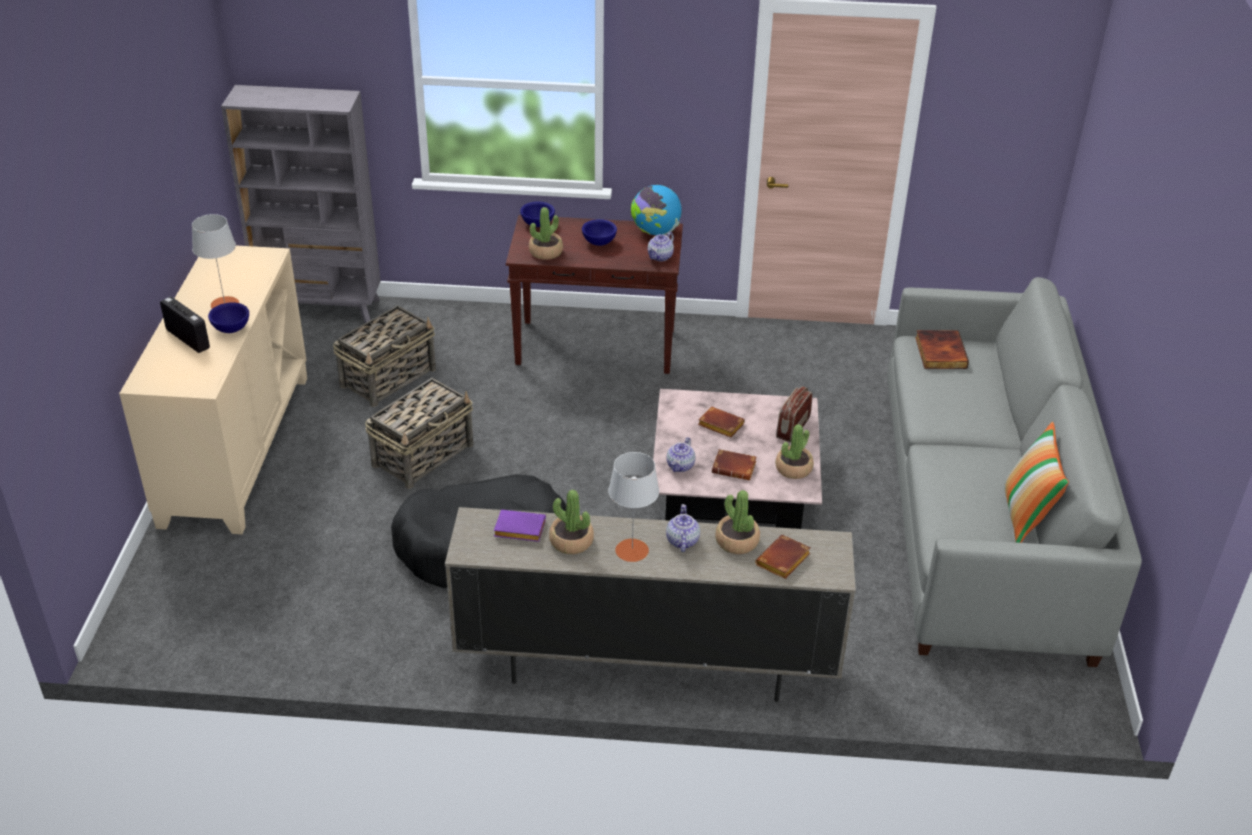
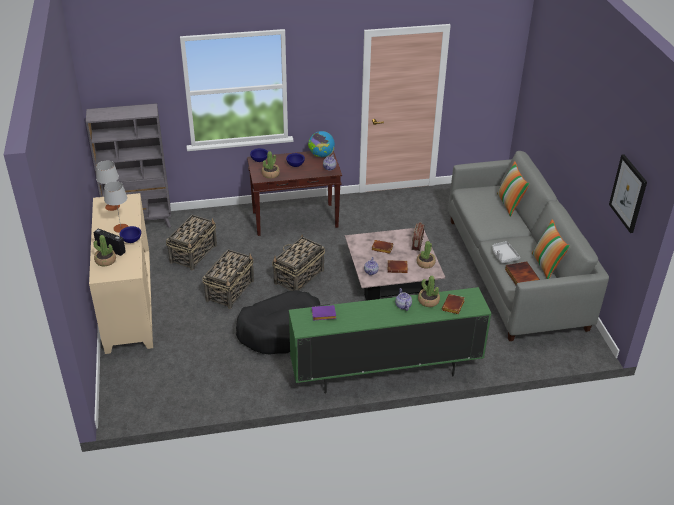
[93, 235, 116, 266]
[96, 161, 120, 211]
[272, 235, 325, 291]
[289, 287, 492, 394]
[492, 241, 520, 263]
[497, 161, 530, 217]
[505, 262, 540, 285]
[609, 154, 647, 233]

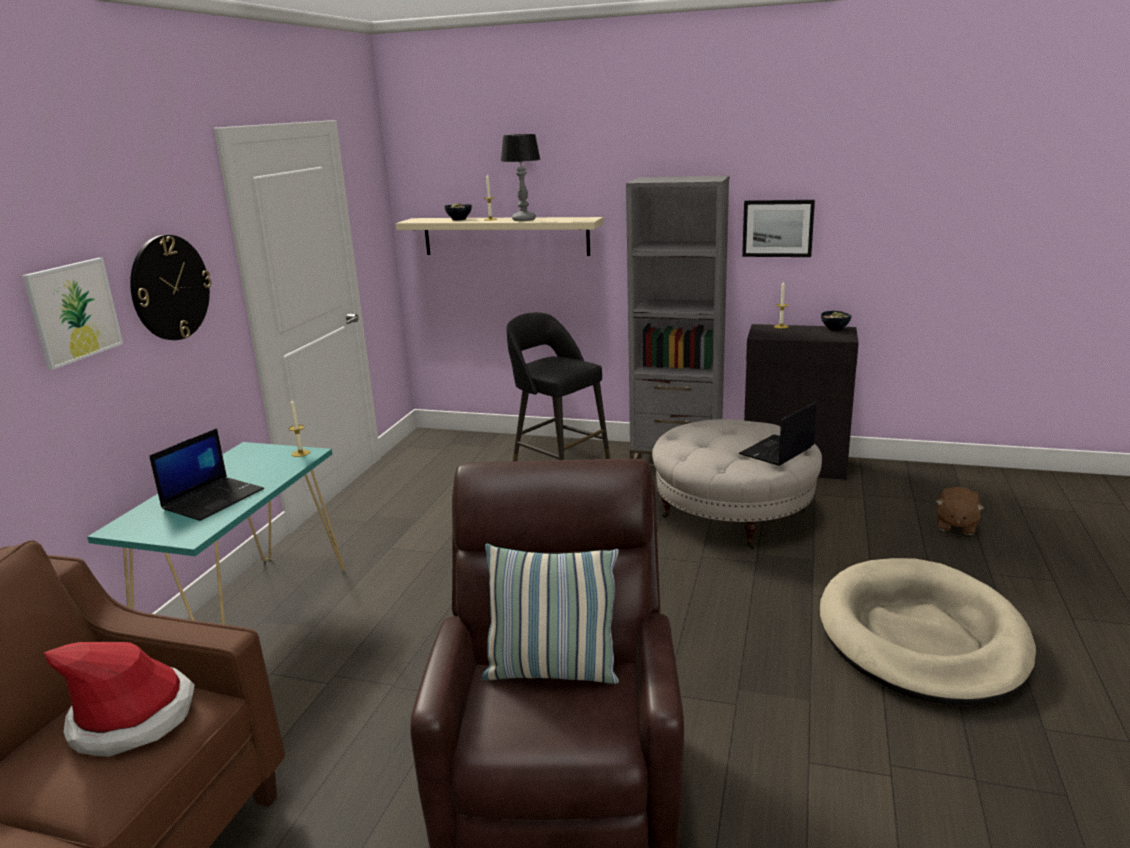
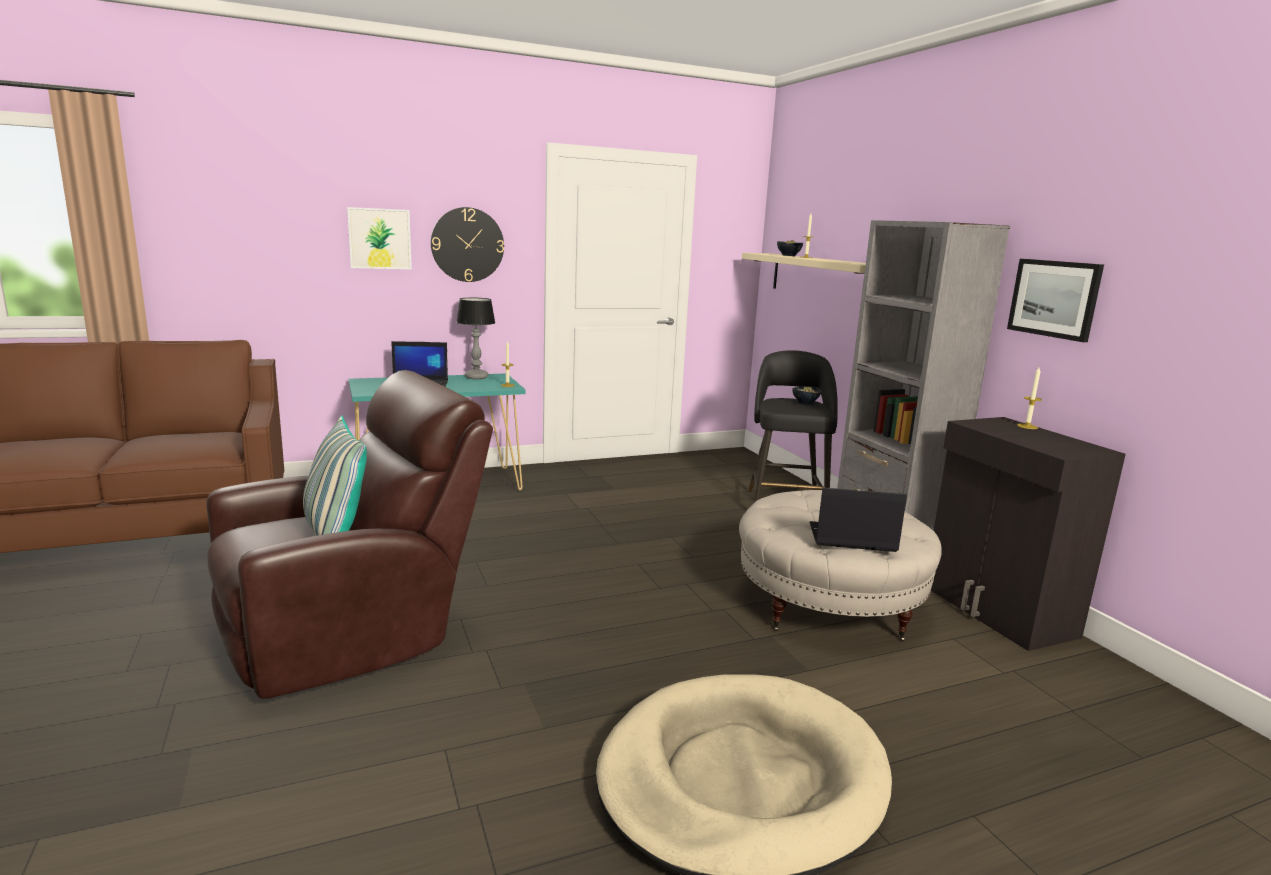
[456, 298, 495, 379]
[792, 386, 821, 405]
[44, 642, 195, 757] (first image)
[936, 487, 984, 535] (first image)

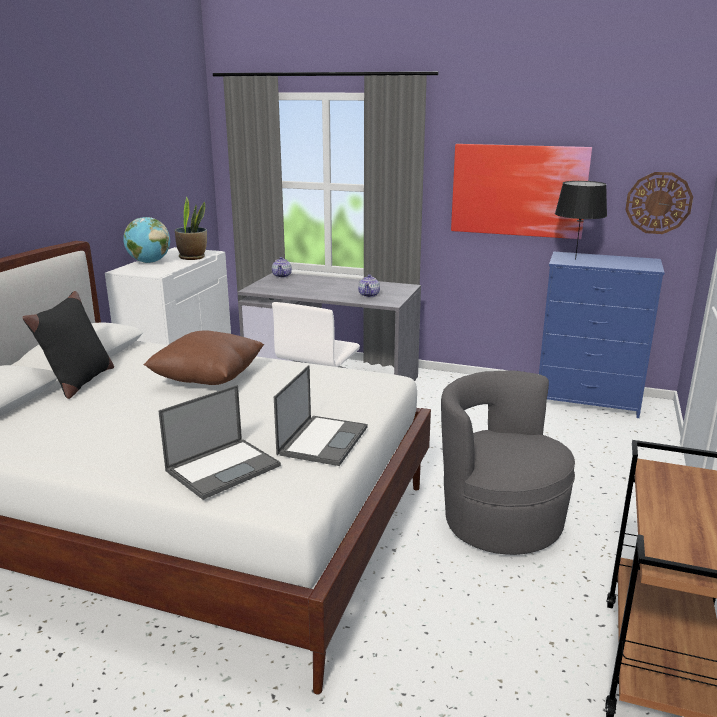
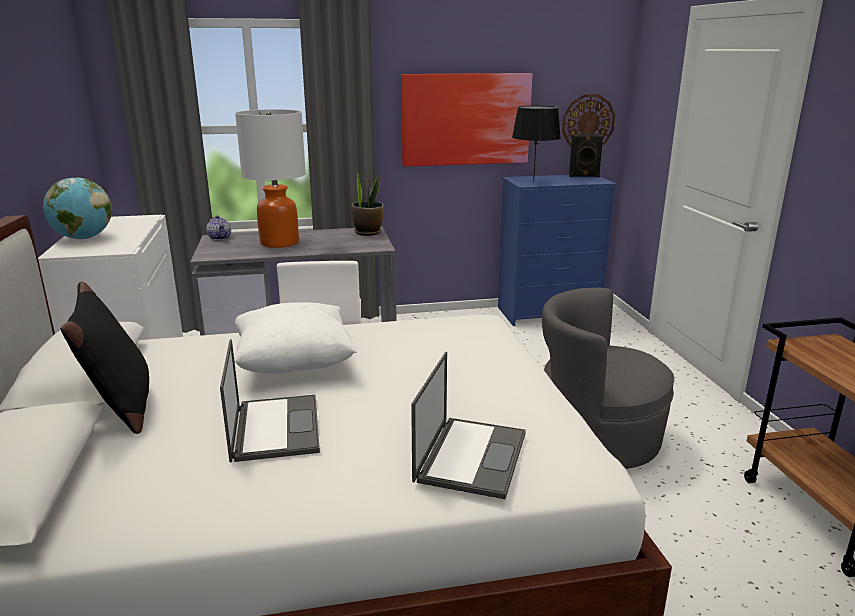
[220, 339, 320, 462]
[234, 302, 357, 373]
[235, 109, 306, 248]
[352, 173, 384, 236]
[569, 134, 604, 177]
[358, 274, 380, 297] (first image)

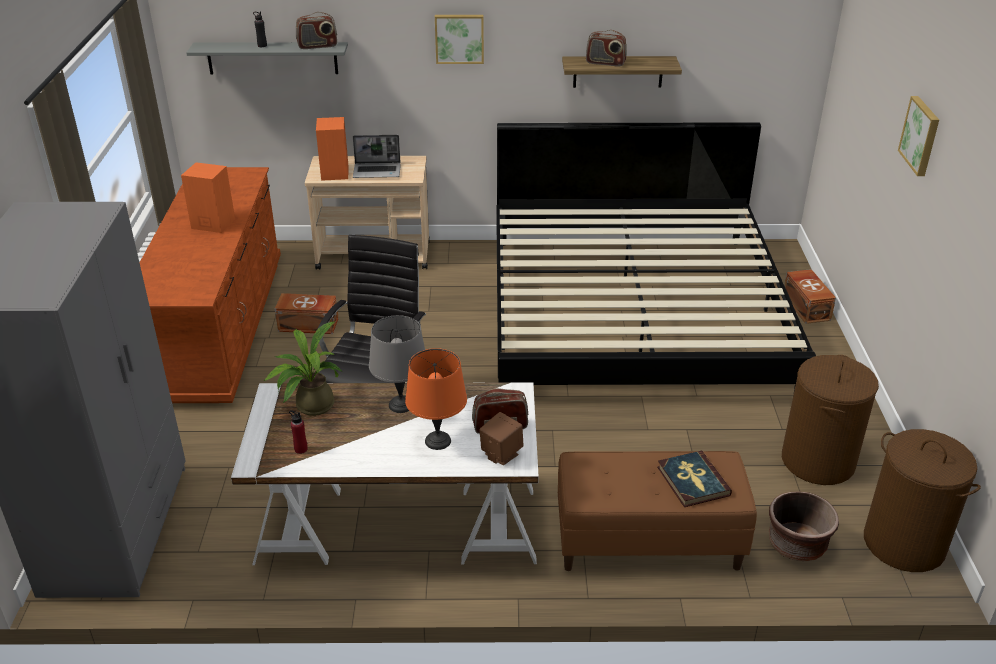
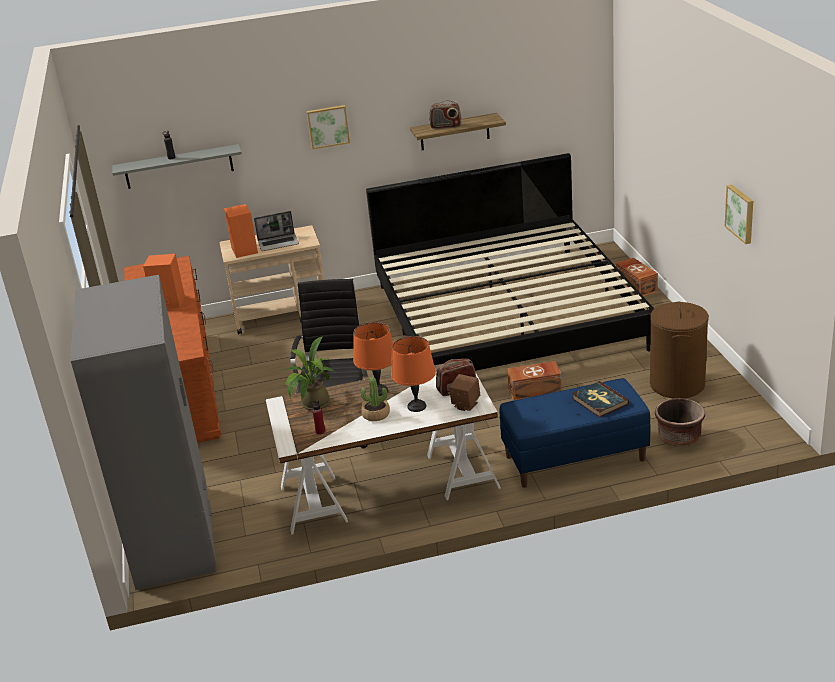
[353, 322, 393, 396]
[361, 377, 390, 421]
[500, 378, 650, 488]
[507, 361, 562, 401]
[725, 184, 753, 244]
[296, 12, 337, 49] (first image)
[864, 429, 981, 572] (first image)

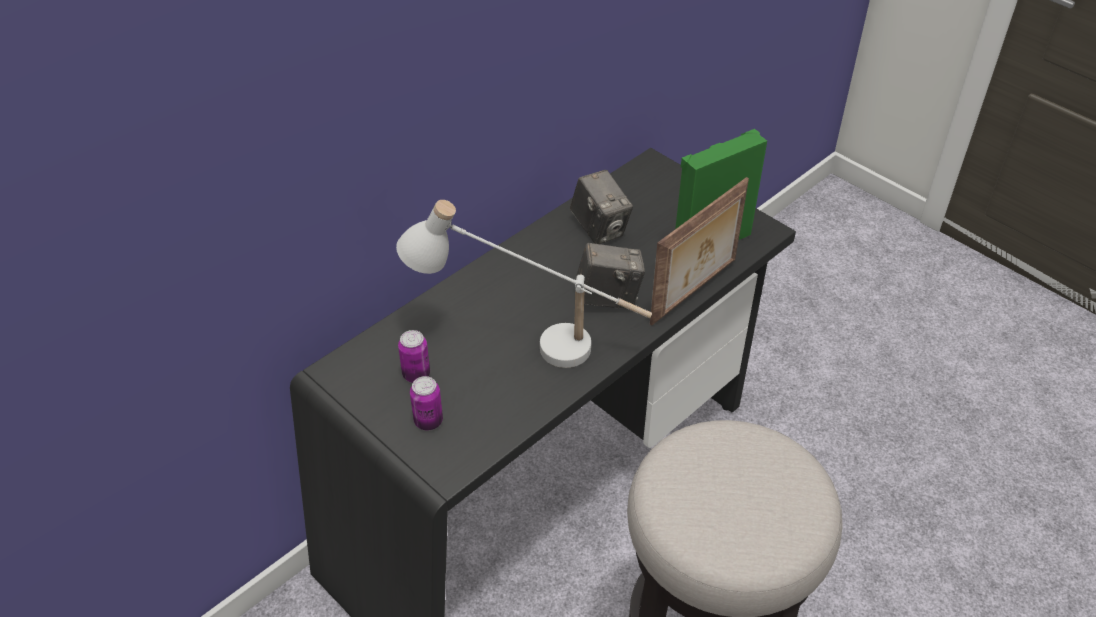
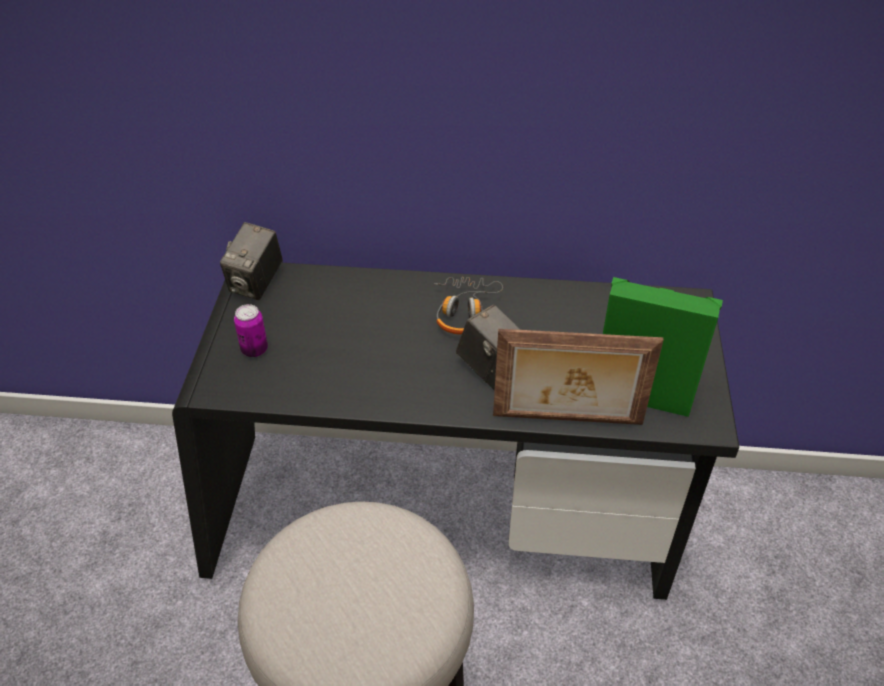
[220, 222, 283, 300]
[434, 277, 503, 335]
[396, 200, 652, 368] (first image)
[398, 330, 430, 383] (first image)

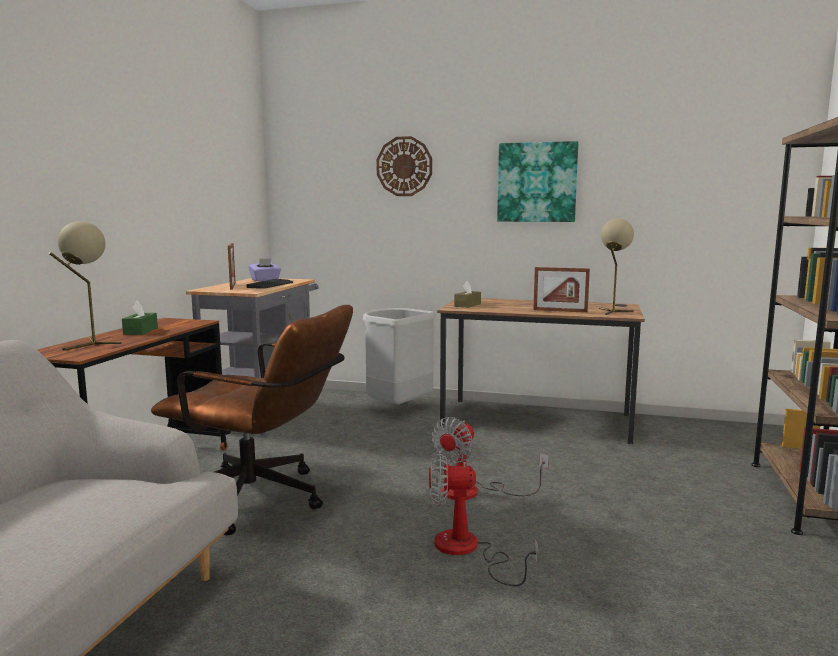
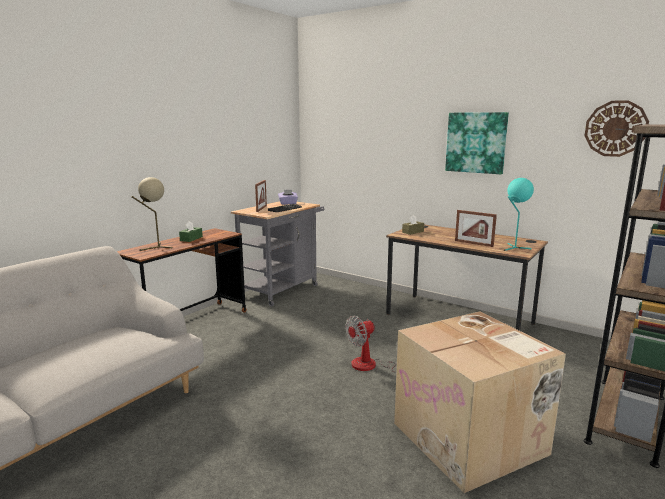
[394, 311, 566, 493]
[504, 178, 534, 251]
[585, 100, 649, 157]
[151, 305, 353, 535] (first image)
[363, 308, 436, 405] (first image)
[429, 450, 538, 586] (first image)

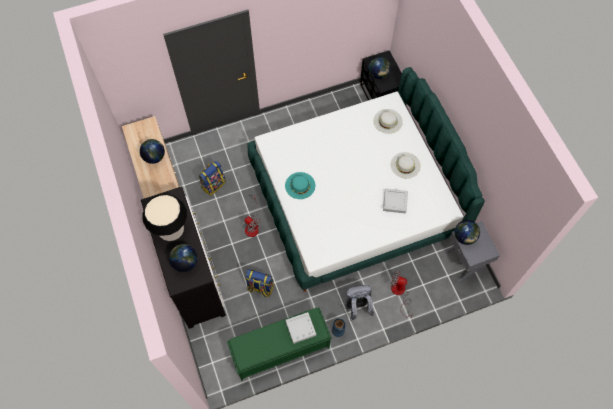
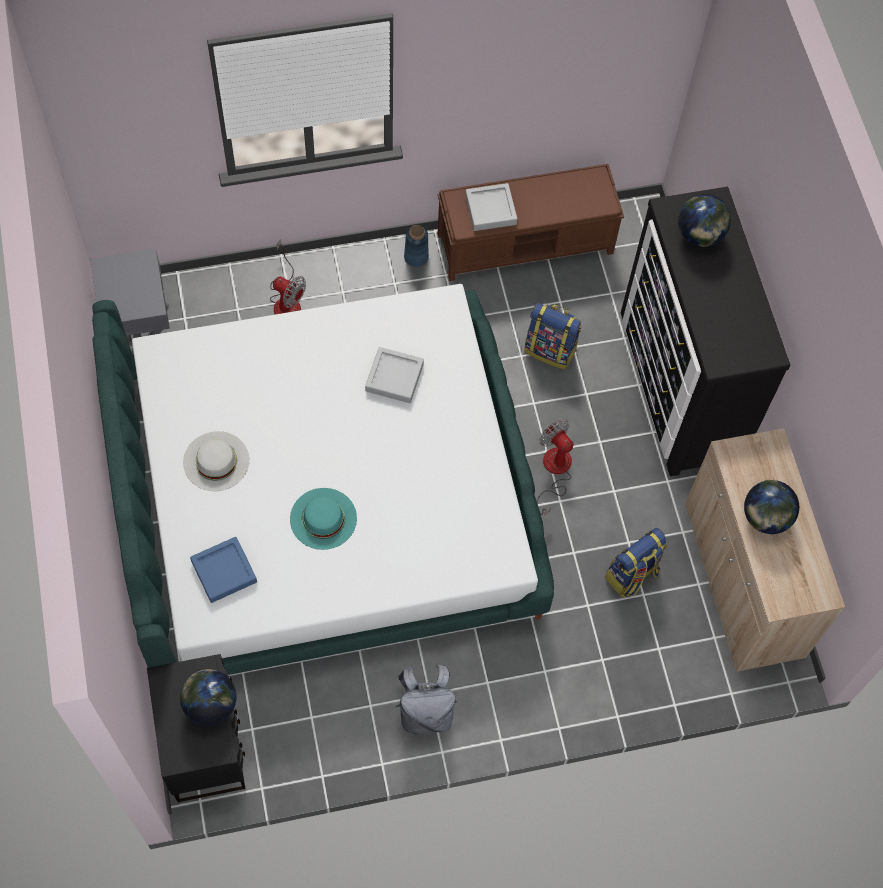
[190, 537, 257, 603]
[290, 488, 357, 550]
[365, 347, 424, 403]
[395, 665, 457, 735]
[437, 164, 624, 281]
[143, 194, 187, 241] (first image)
[455, 220, 480, 245] (first image)

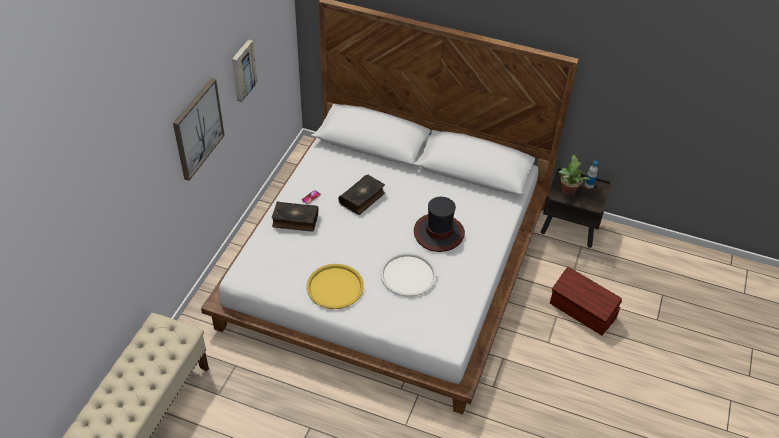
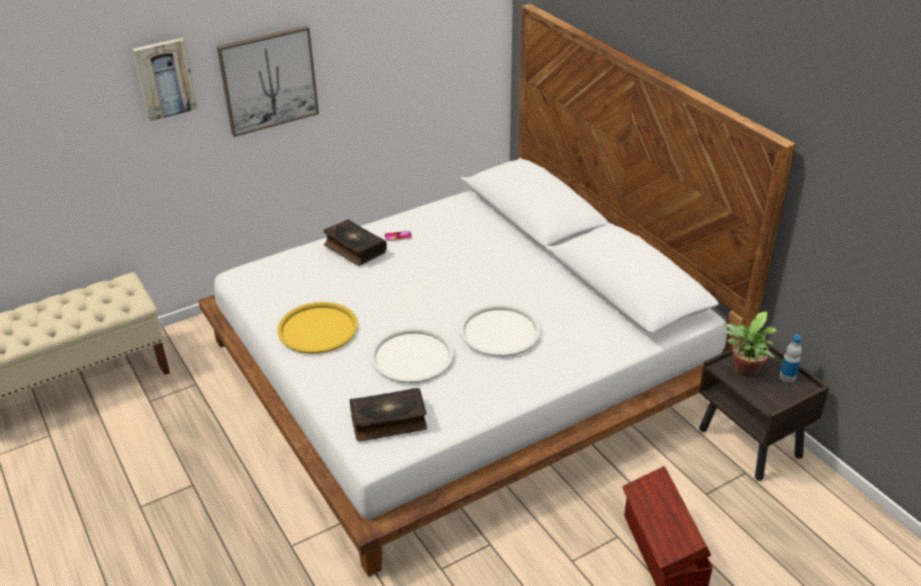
[132, 38, 198, 121]
[350, 388, 427, 442]
[460, 304, 541, 357]

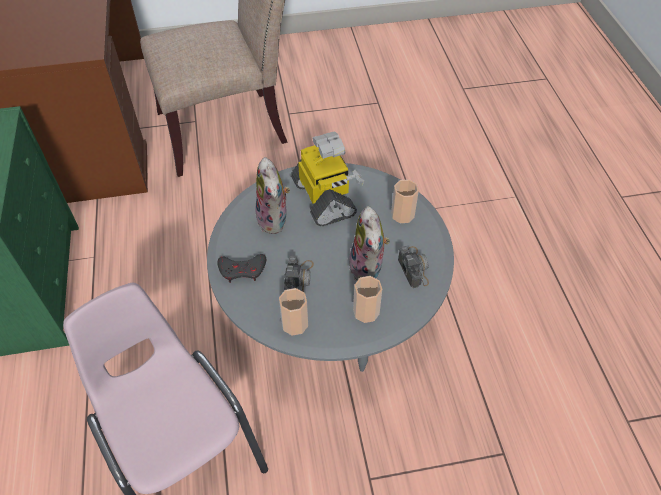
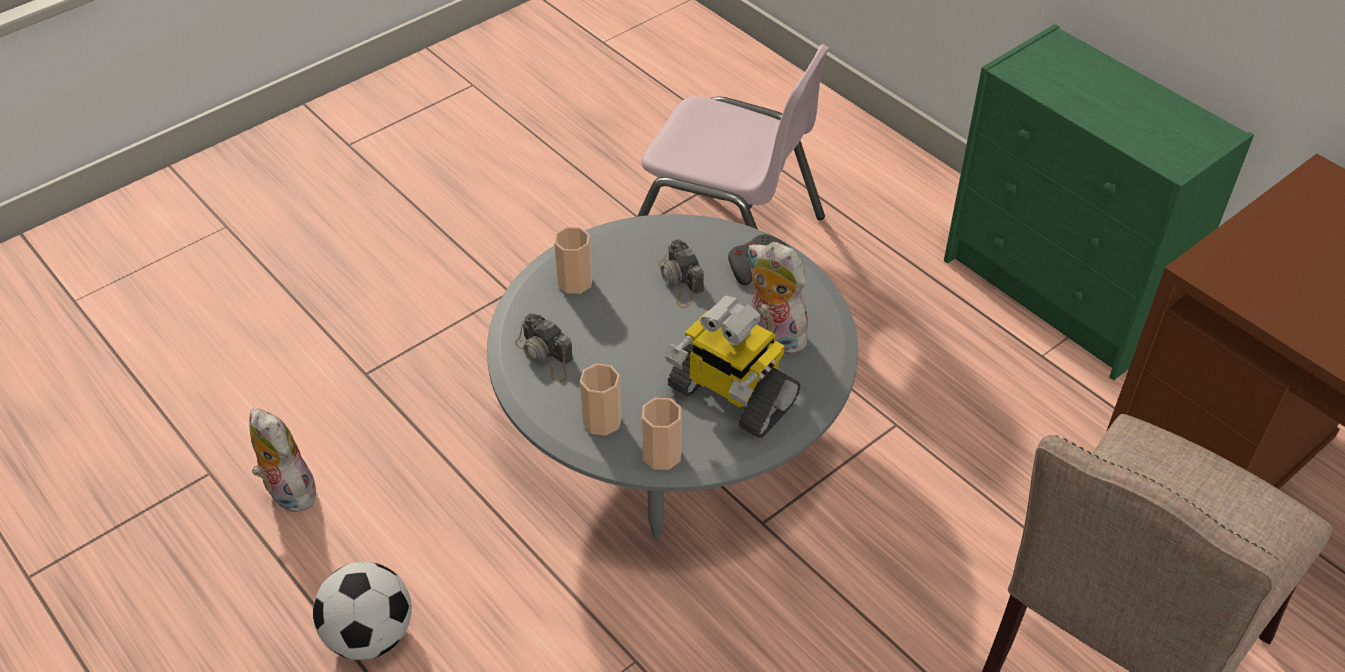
[249, 408, 320, 512]
[313, 562, 412, 660]
[642, 398, 682, 470]

